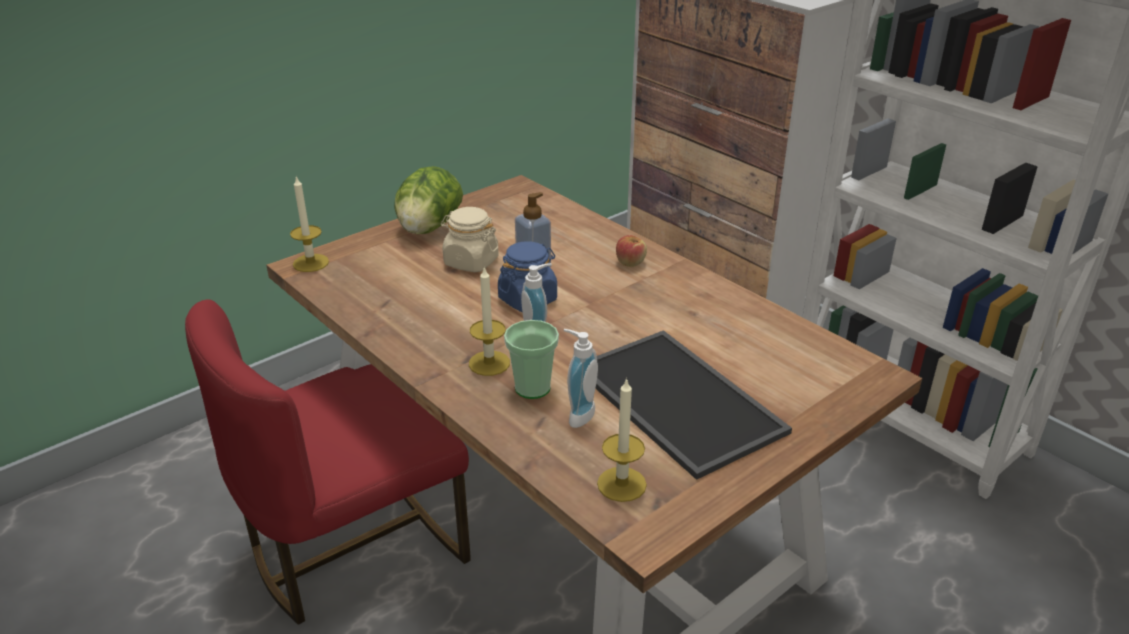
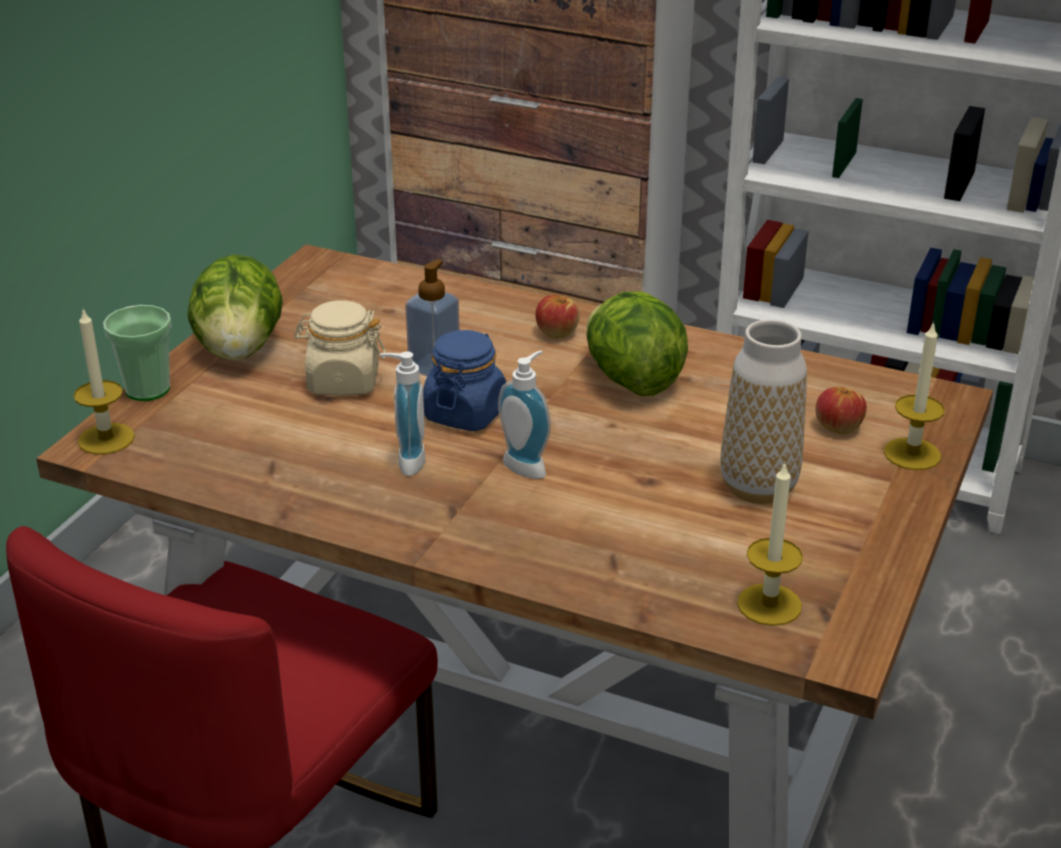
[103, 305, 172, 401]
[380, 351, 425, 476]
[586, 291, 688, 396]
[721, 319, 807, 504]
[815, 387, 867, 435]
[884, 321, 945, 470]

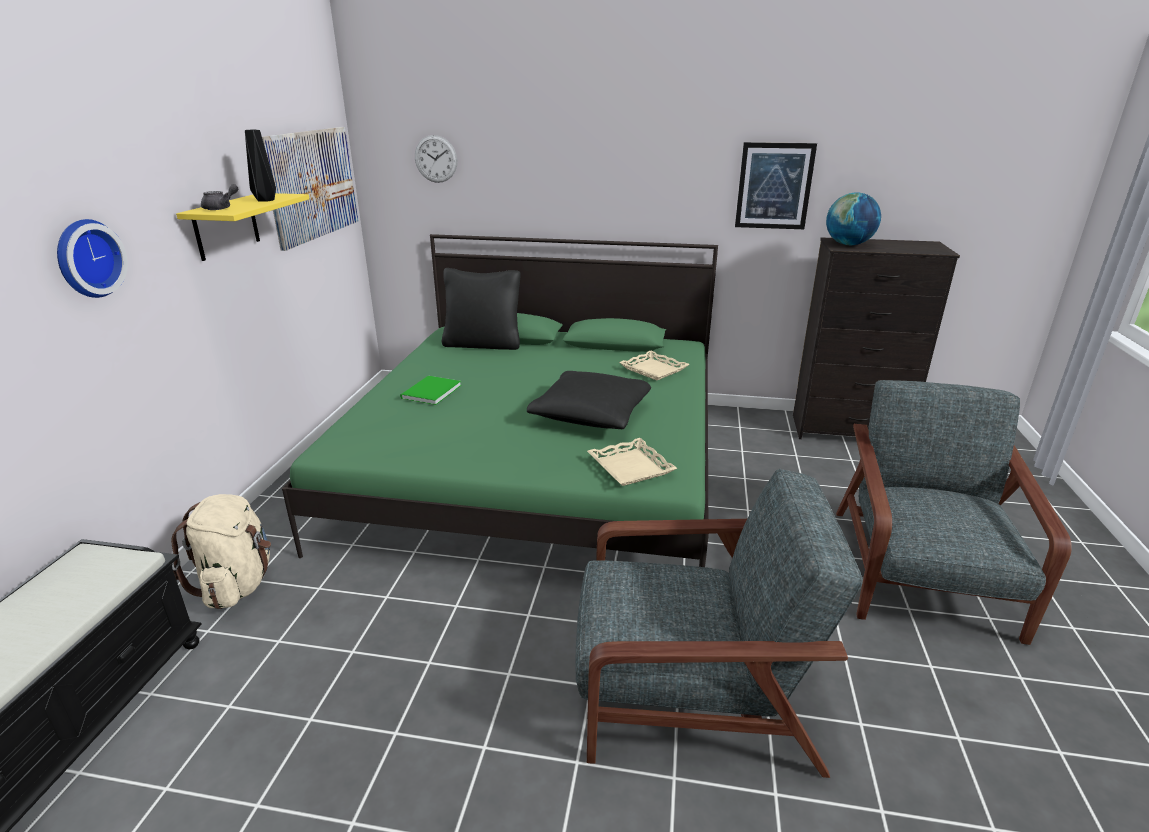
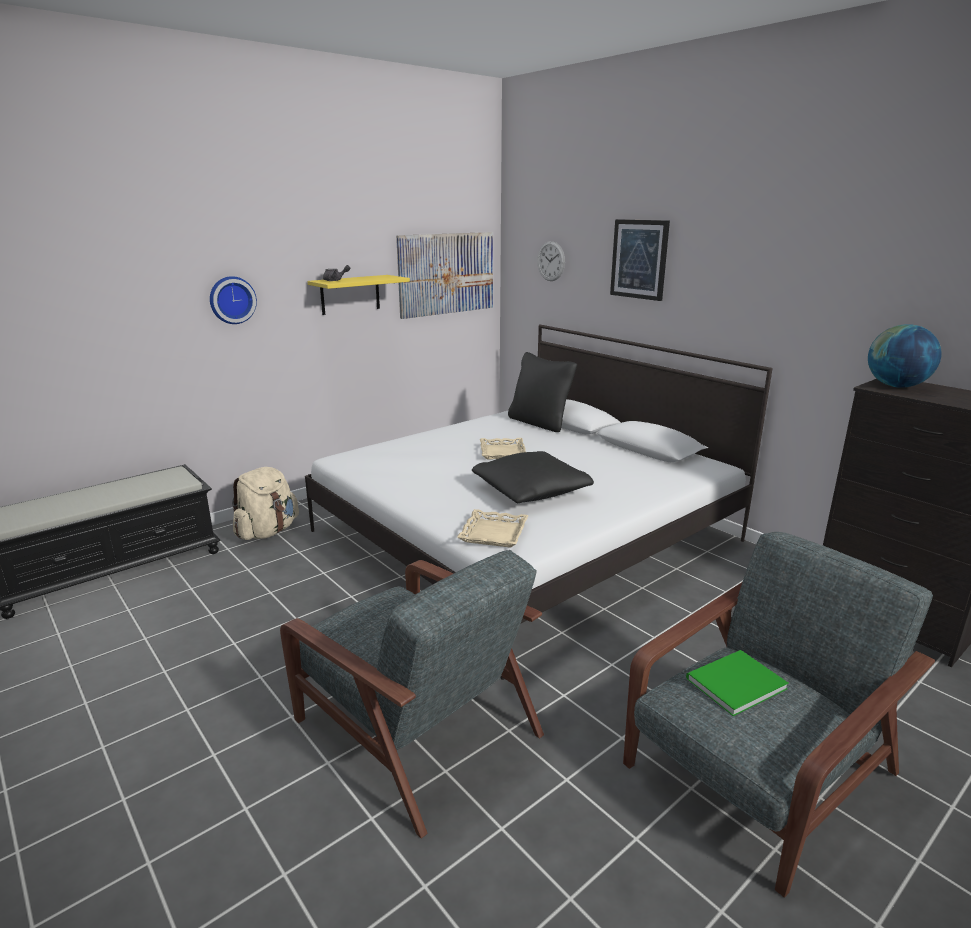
[305, 324, 773, 680]
[480, 438, 526, 459]
[610, 219, 670, 301]
[686, 650, 789, 716]
[245, 129, 276, 202] (first image)

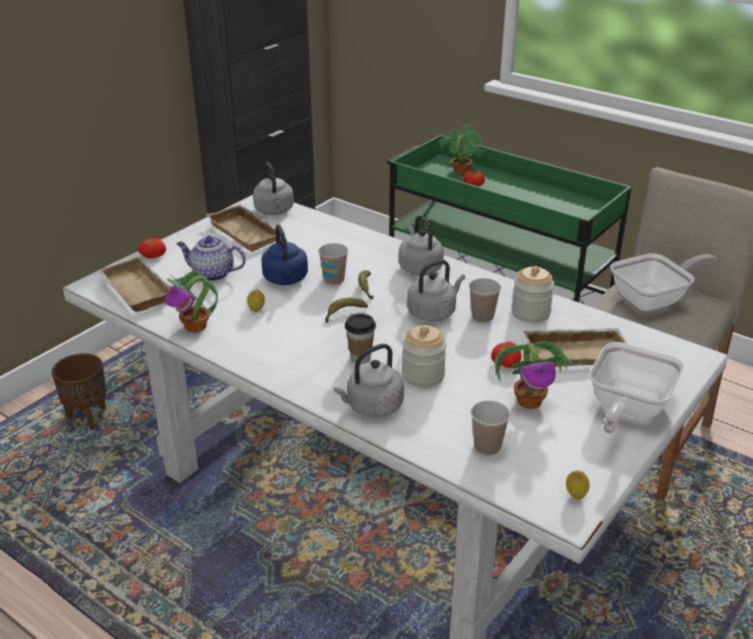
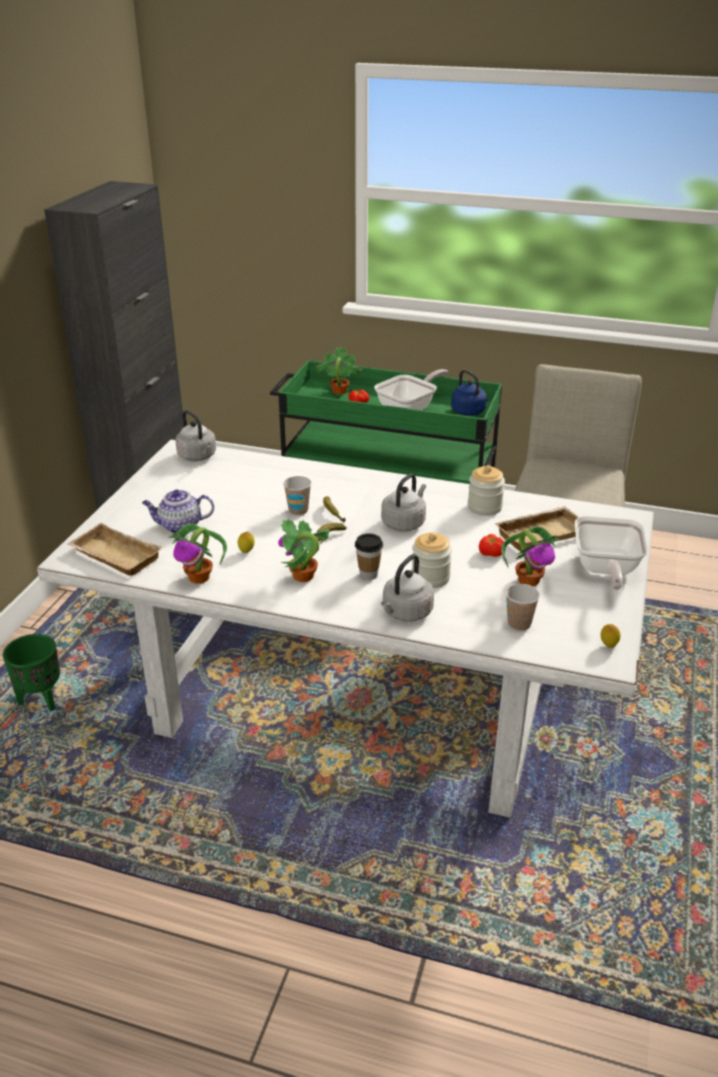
[3, 634, 60, 711]
[278, 519, 329, 582]
[374, 369, 448, 410]
[451, 370, 488, 416]
[138, 238, 166, 258] (first image)
[206, 204, 285, 252] (first image)
[399, 215, 444, 275] (first image)
[469, 278, 501, 323] (first image)

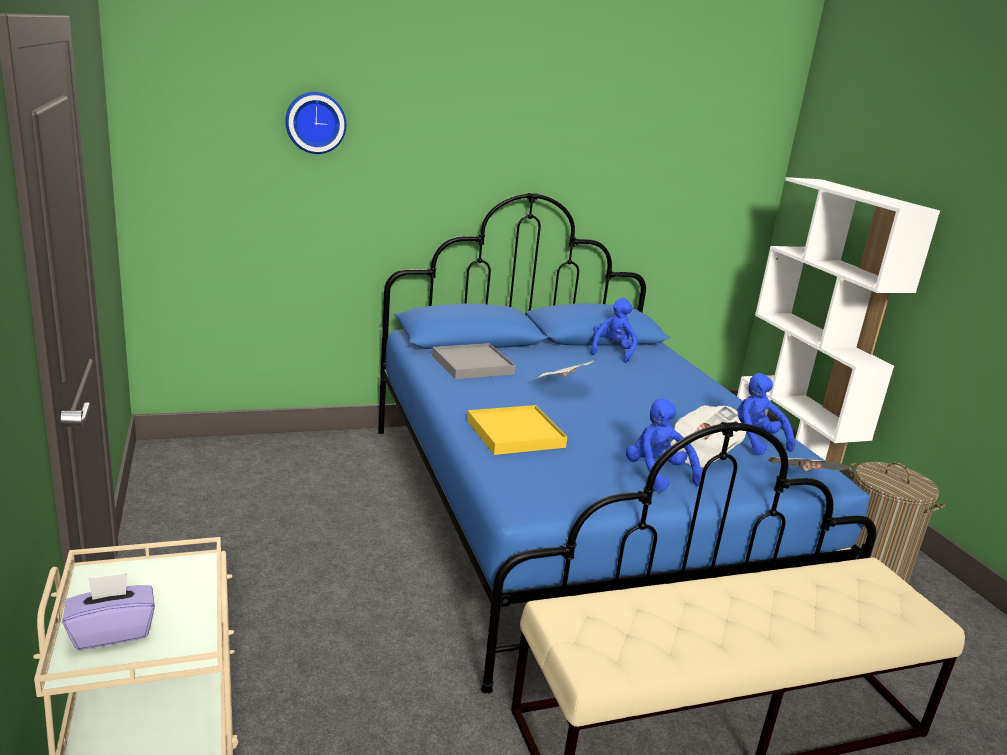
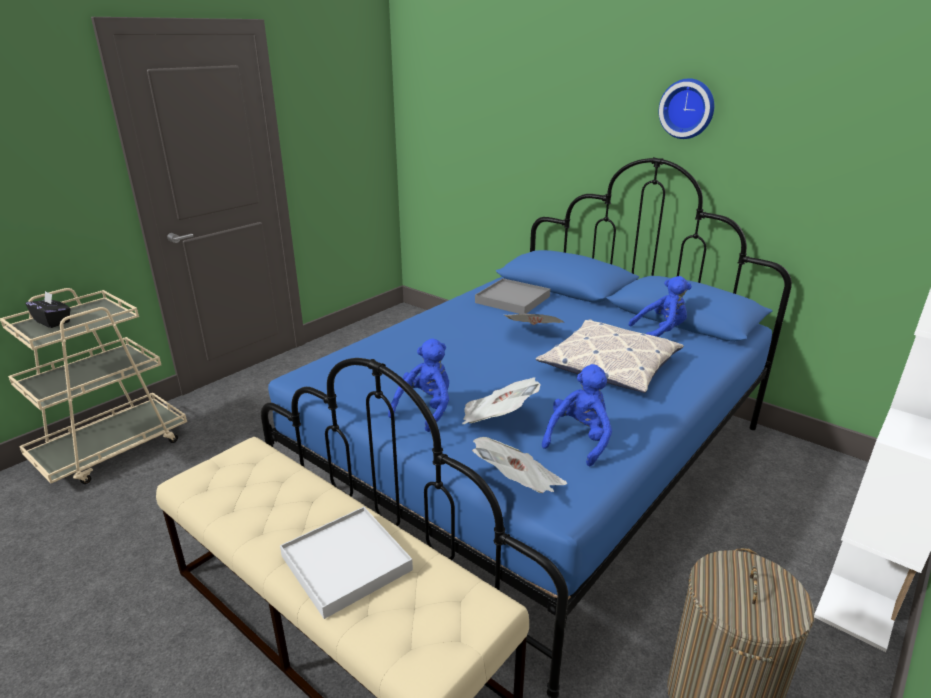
[26, 291, 71, 328]
[280, 507, 413, 619]
[536, 319, 684, 393]
[659, 78, 714, 139]
[467, 405, 567, 455] (first image)

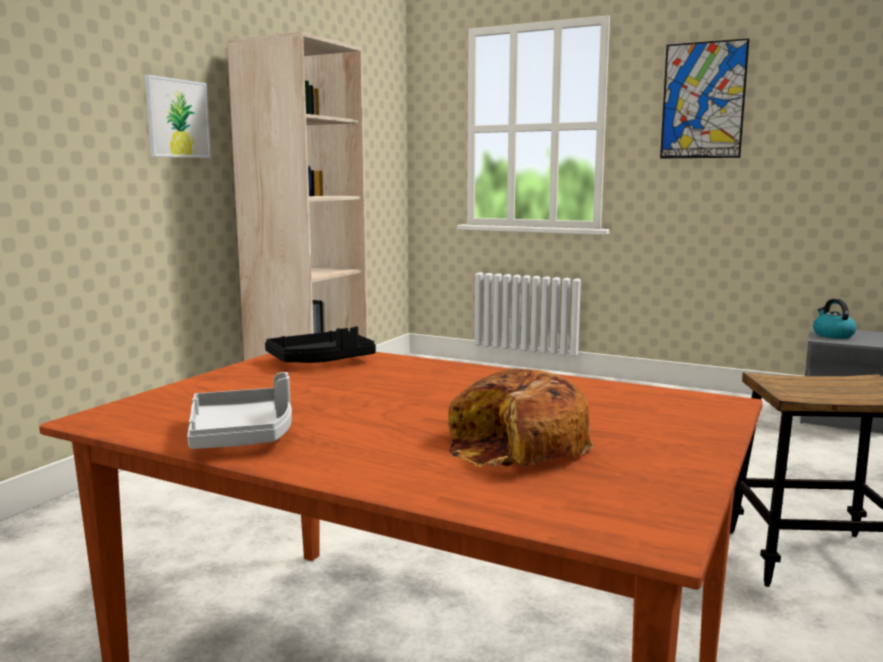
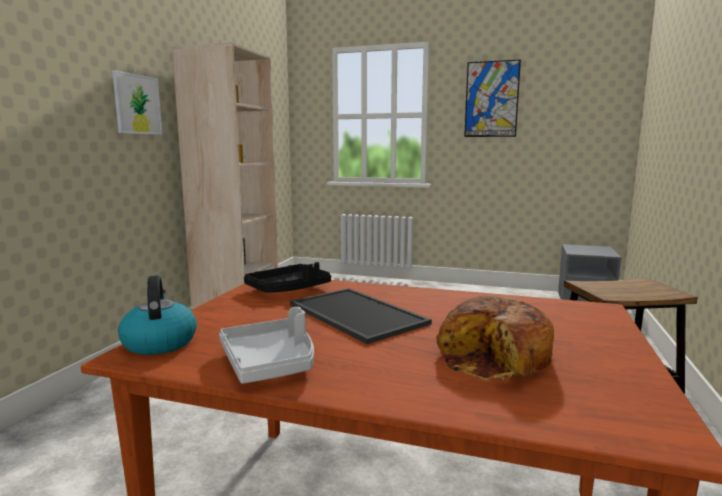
[118, 275, 197, 355]
[290, 288, 432, 344]

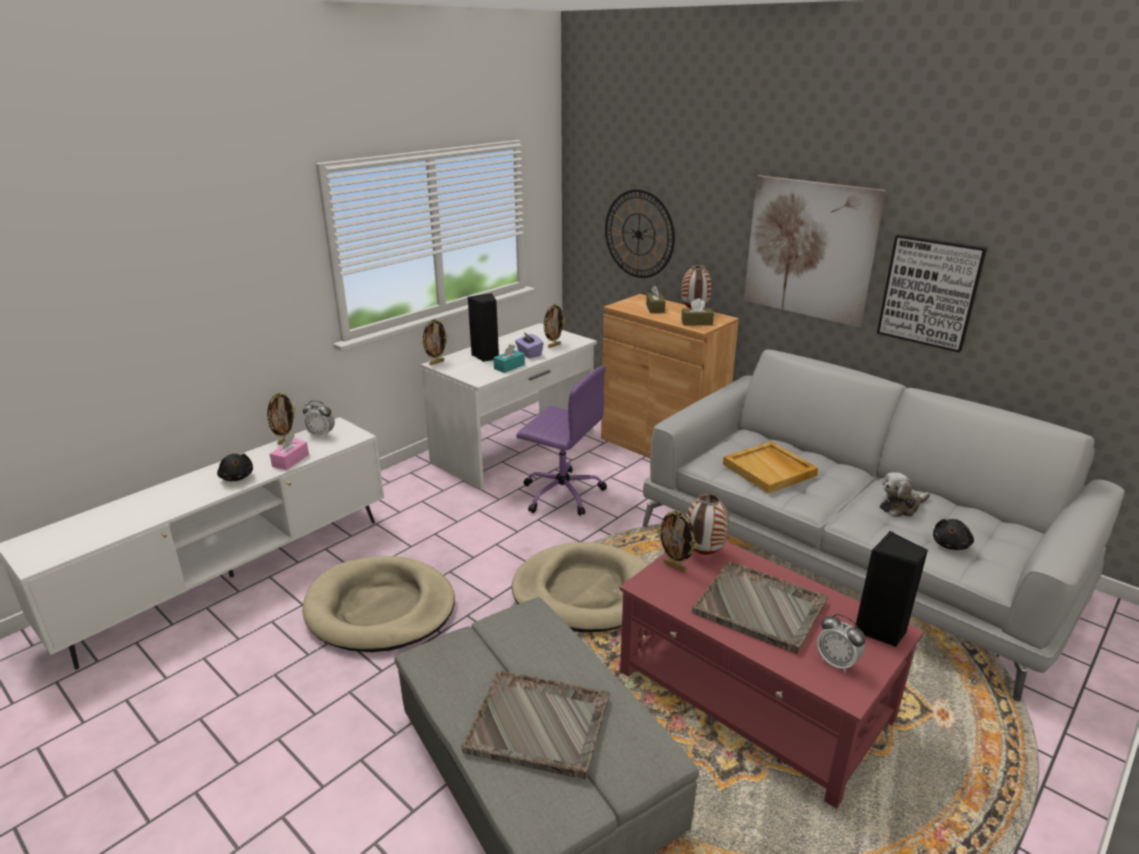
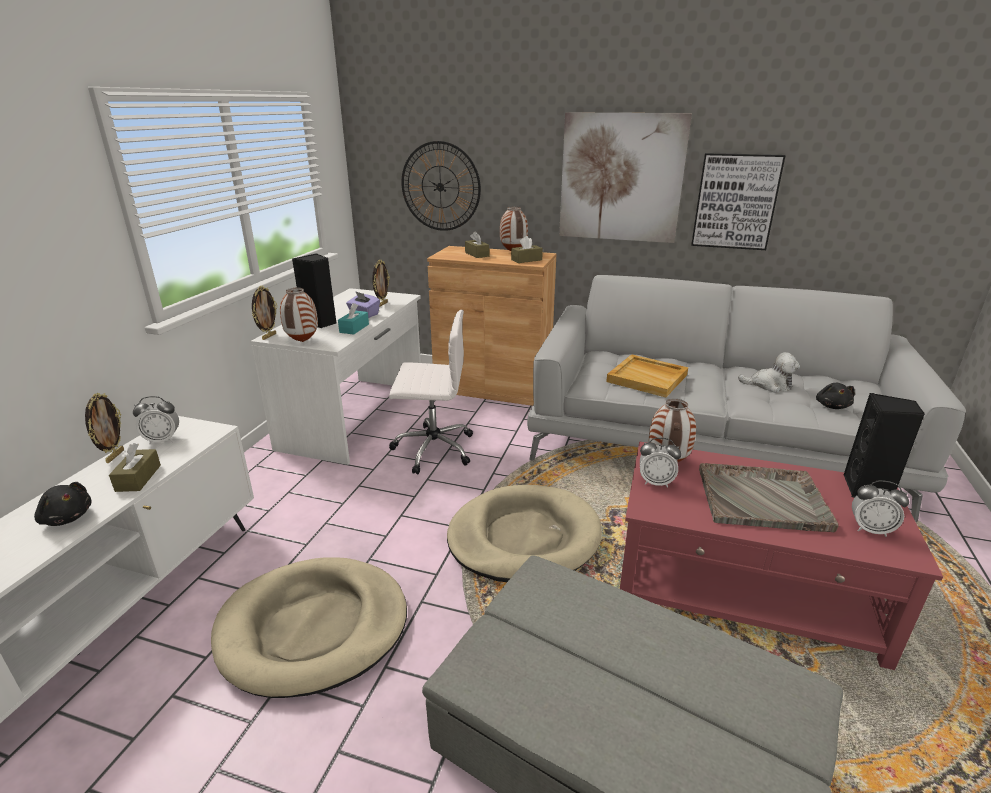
[109, 443, 161, 492]
[280, 288, 318, 342]
[389, 310, 473, 474]
[640, 437, 681, 488]
[738, 352, 800, 393]
[461, 671, 610, 779] (first image)

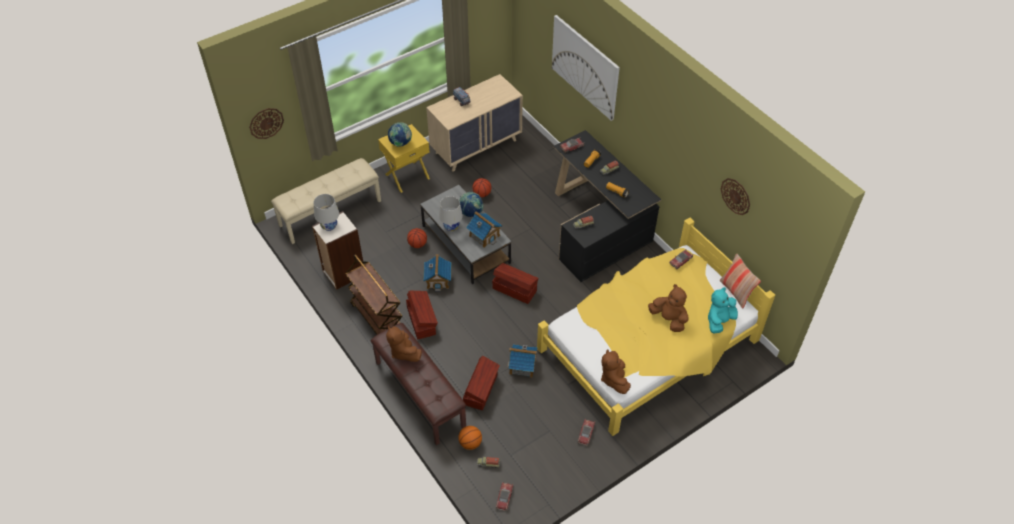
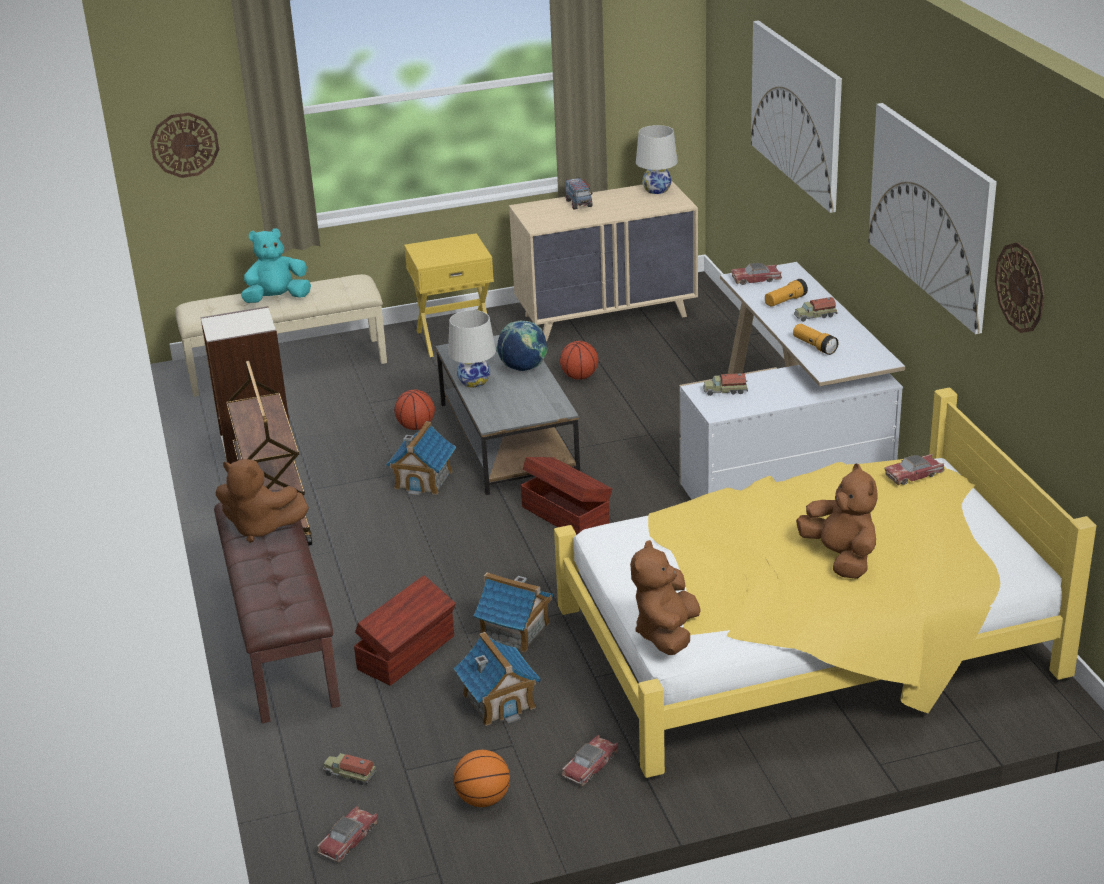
[216, 459, 309, 543]
[241, 228, 311, 303]
[454, 632, 541, 726]
[454, 750, 510, 807]
[636, 125, 678, 194]
[679, 262, 905, 500]
[868, 103, 997, 334]
[388, 122, 412, 147] (first image)
[406, 291, 438, 340] (first image)
[720, 253, 761, 308] (first image)

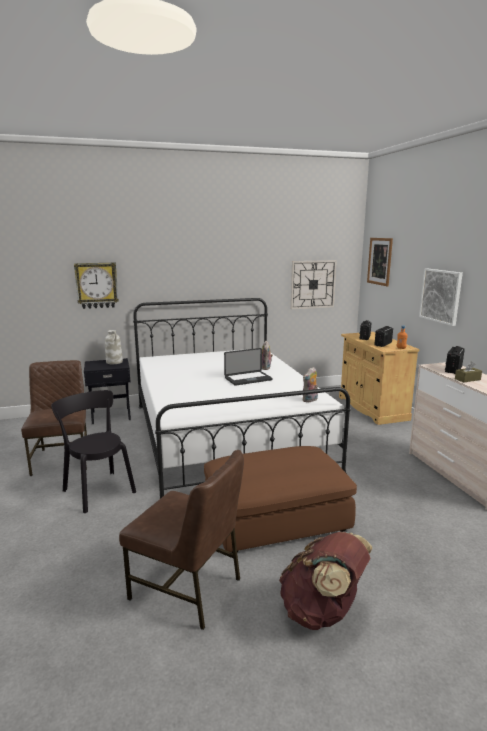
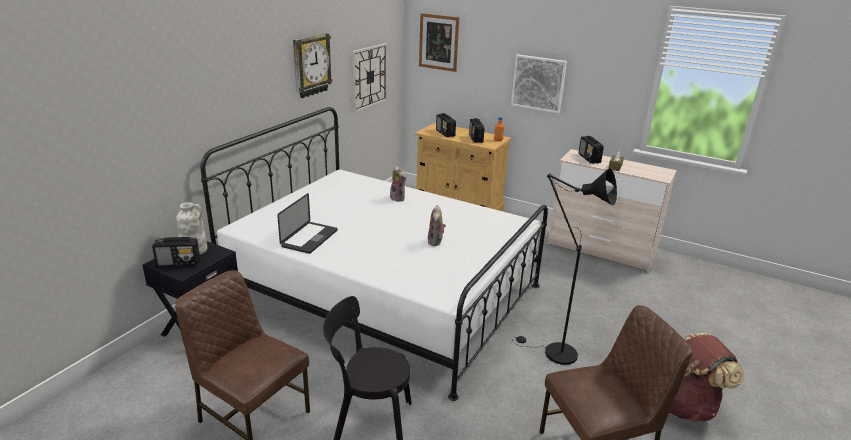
[152, 237, 200, 267]
[277, 193, 338, 254]
[293, 33, 333, 98]
[427, 205, 446, 246]
[513, 168, 617, 365]

